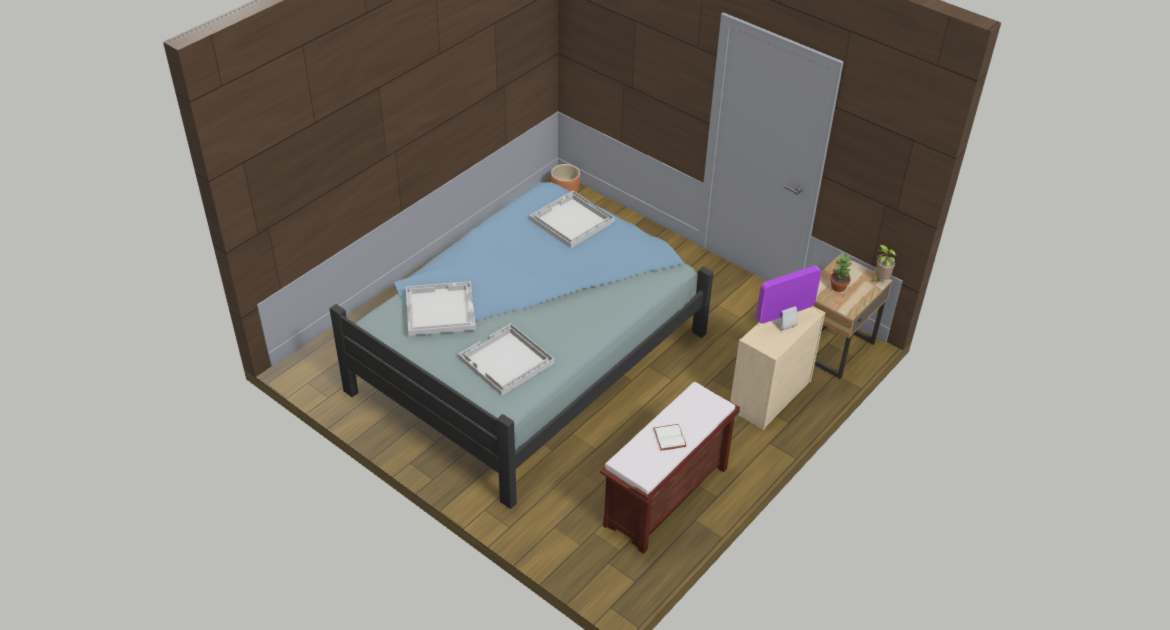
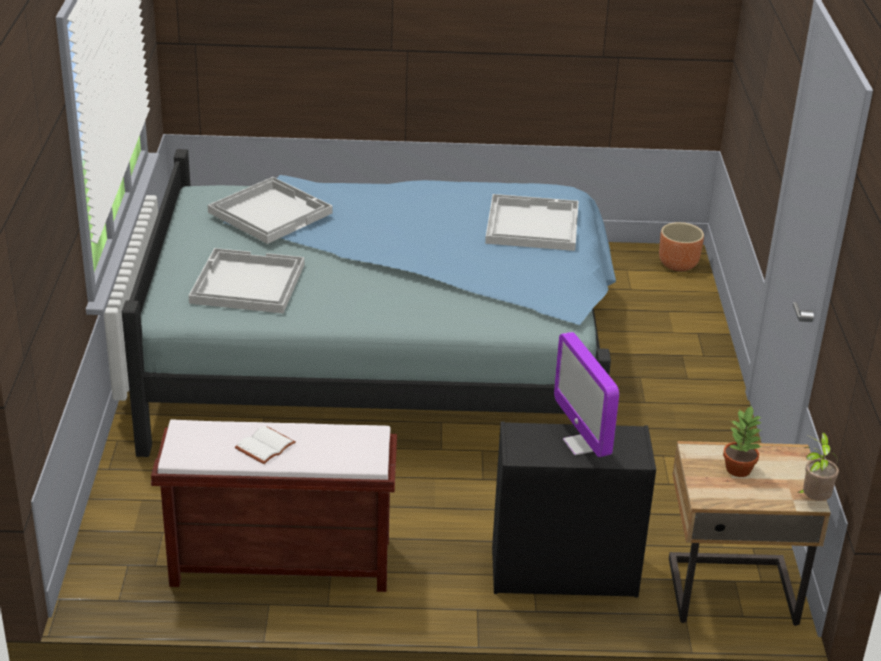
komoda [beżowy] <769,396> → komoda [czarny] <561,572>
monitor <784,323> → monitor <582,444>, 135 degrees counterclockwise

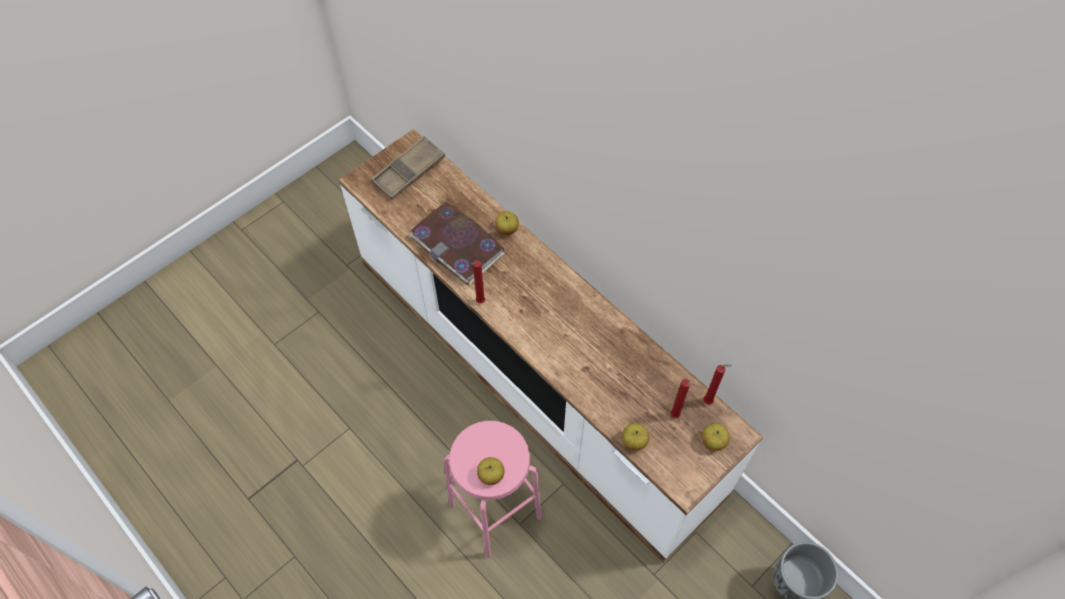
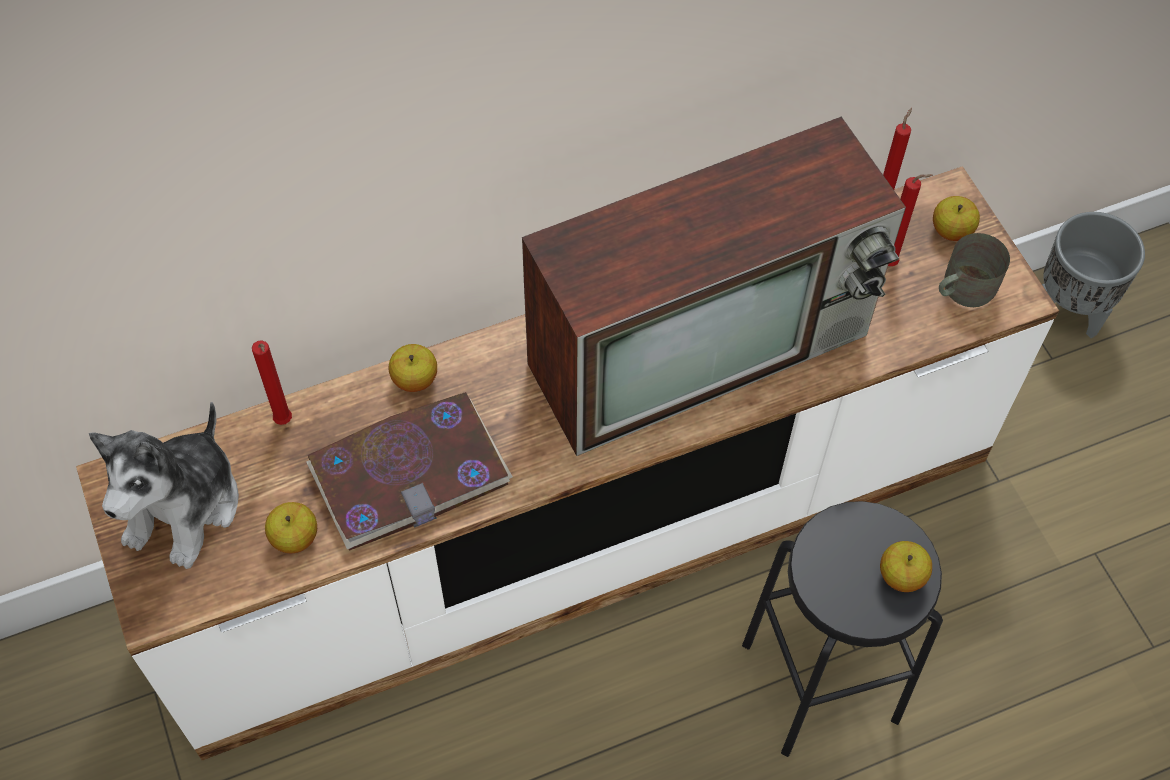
taca [brązowy] <409,172> → pluszak <185,507>
stołek [różowy] <495,511> → stołek [czarny] <821,681>
świeca [czerwony] <479,302> → świeca [czerwony] <284,423>, shifted
jabłko <634,441> → jabłko <294,537>, shifted
- → telewizor <703,345>
- → kubek [szary] <962,289>

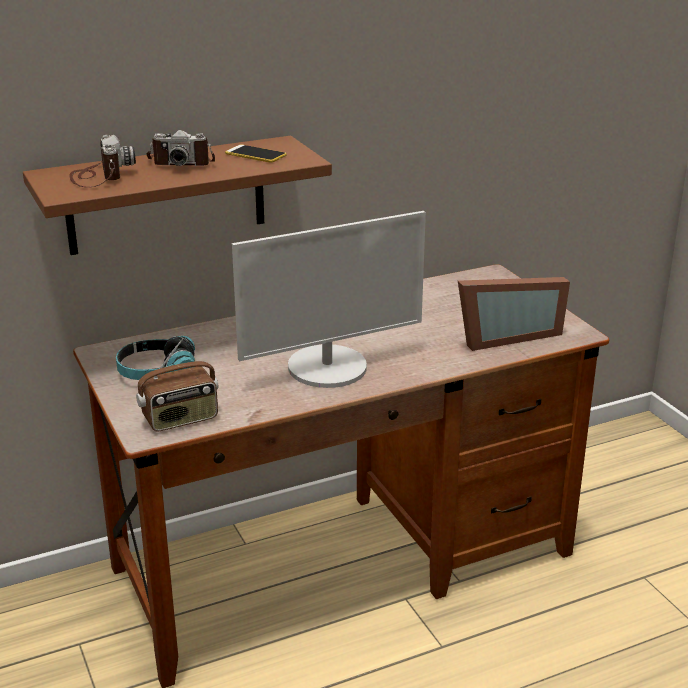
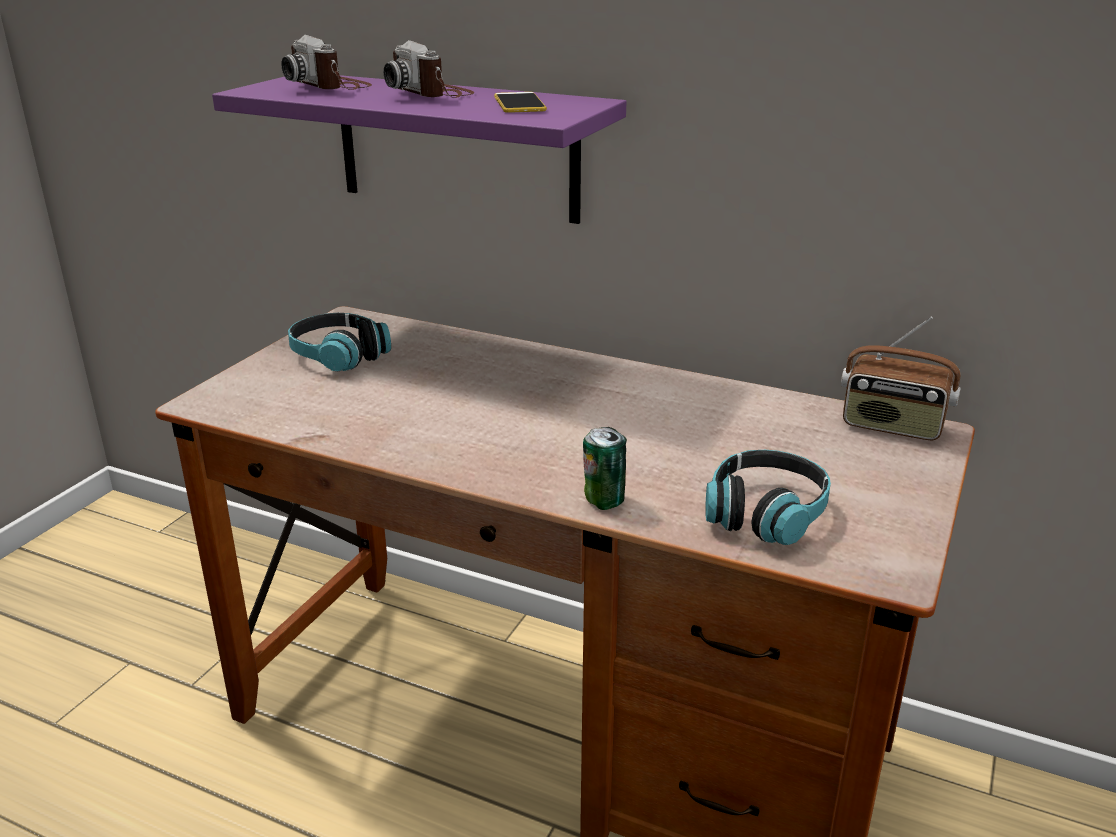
półka [brązowy] <166,195> → półka [fioletowy] <456,147>
aparat fotograficzny <99,176> → aparat fotograficzny <330,86>, 105 degrees clockwise
radio <180,419> → radio <892,426>, shifted
monitor <328,368> → -
ramka na zdjęcie <504,336> → słuchawki <765,513>
- → puszka <603,501>

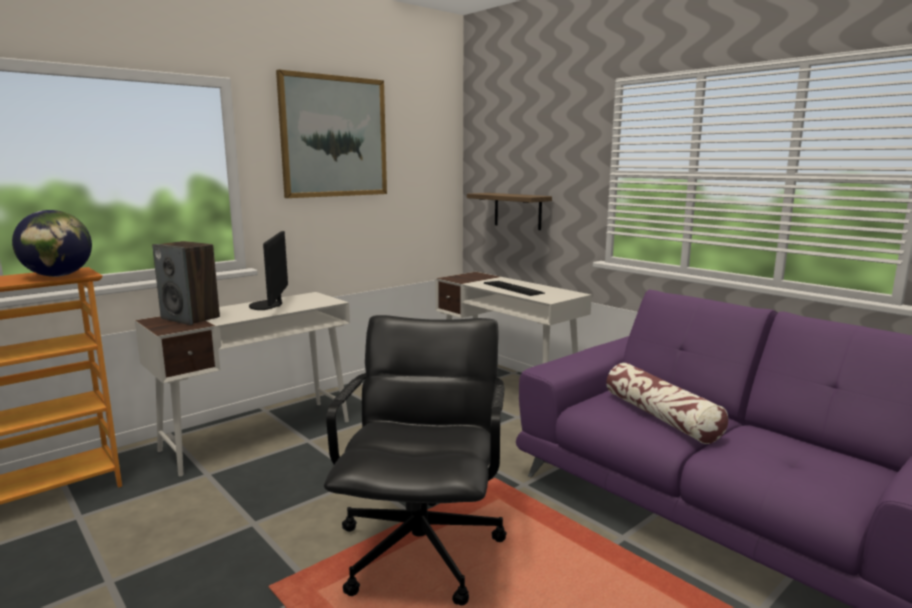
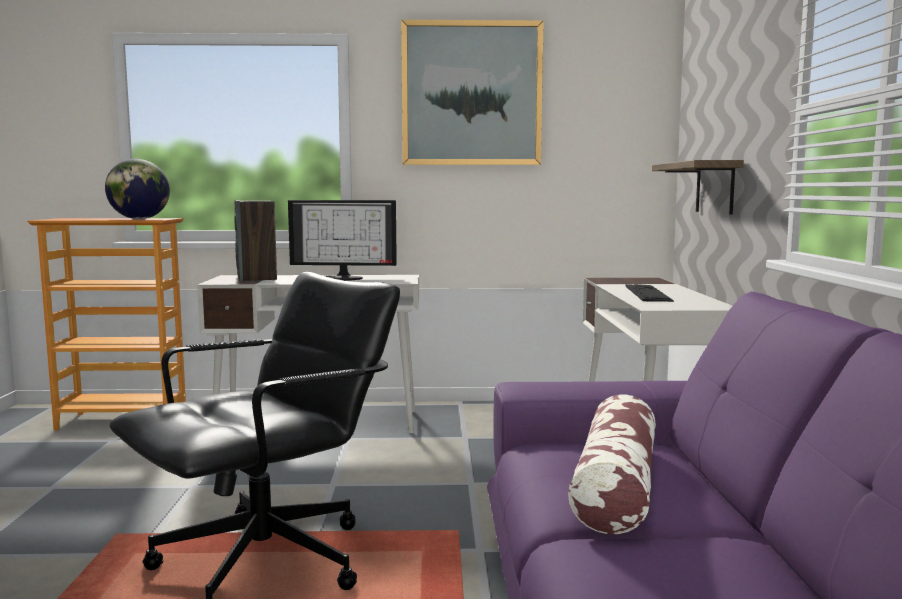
monitor <269,305> → monitor <342,278>, 120 degrees counterclockwise

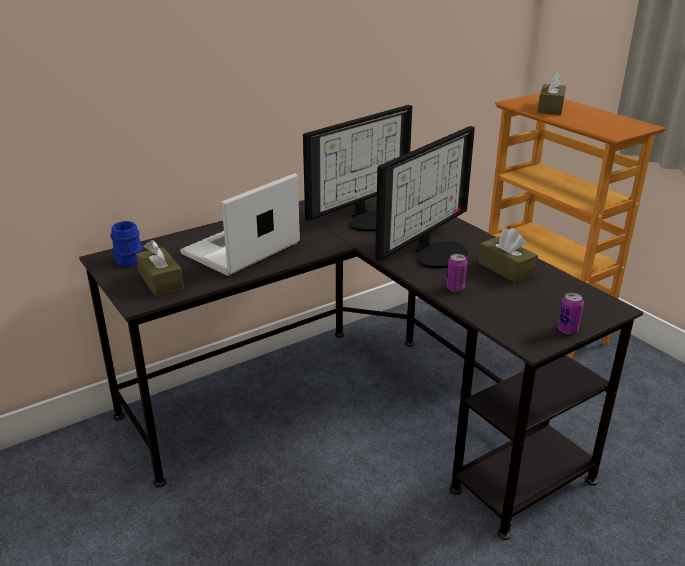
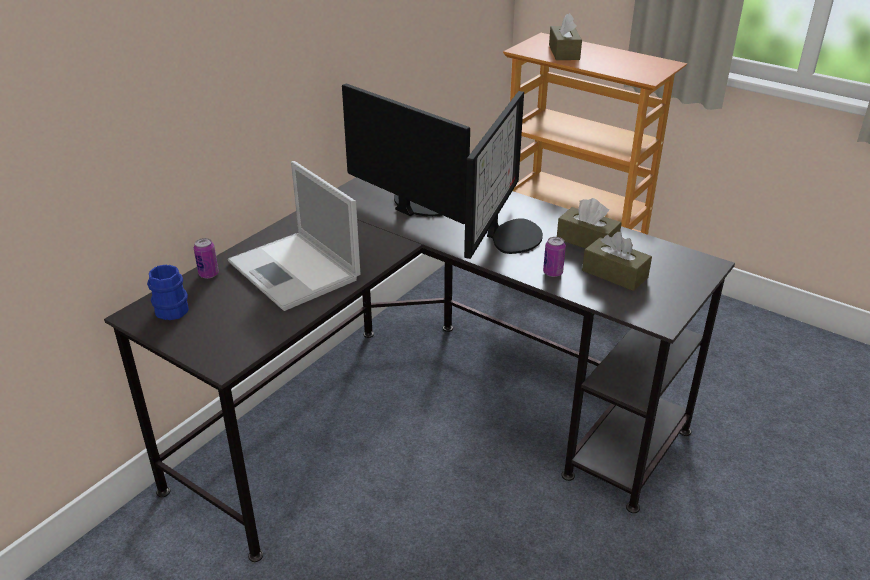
pudełko chusteczek [brązowy] <161,281> → pudełko chusteczek [brązowy] <614,274>, shifted
laptop <239,250> → laptop <295,271>, 60 degrees counterclockwise
monitor <370,219> → monitor <415,206>, 75 degrees counterclockwise
puszka <567,330> → puszka <209,274>, shifted

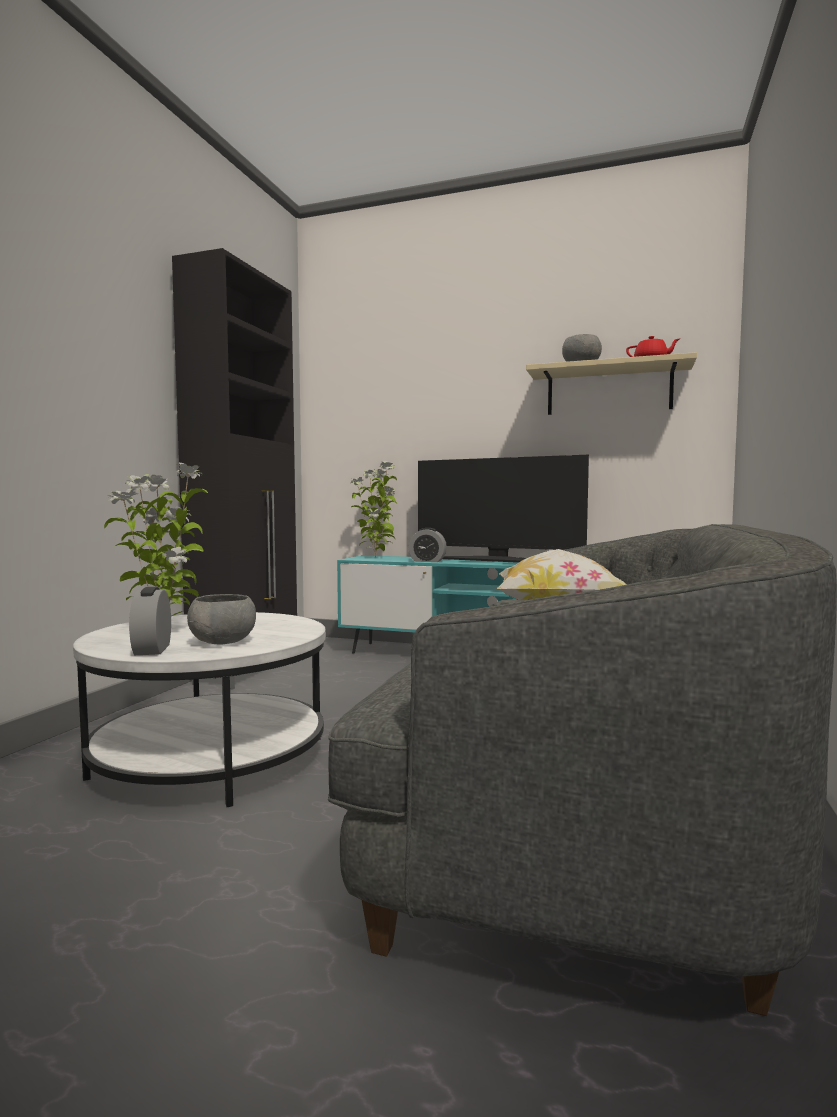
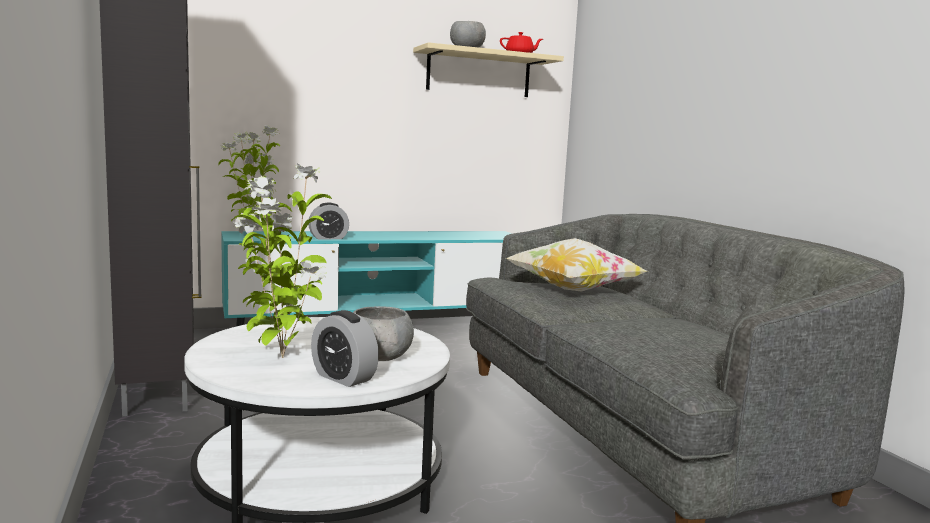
telewizor <499,561> → -

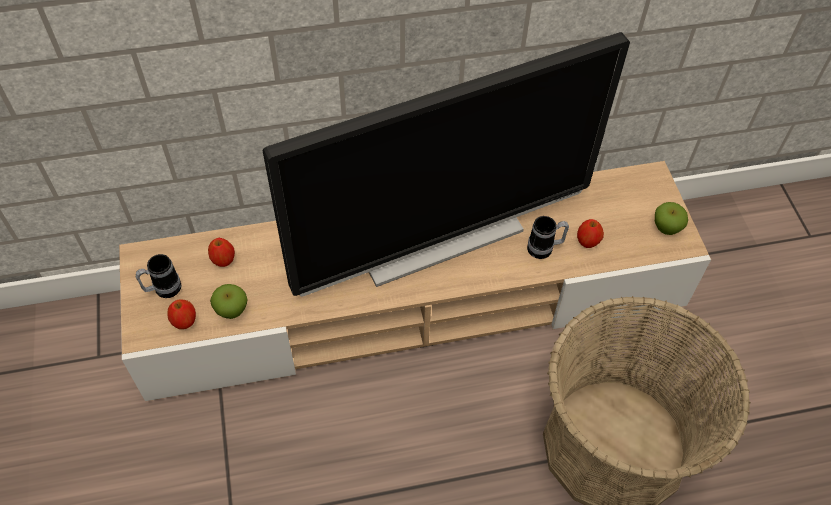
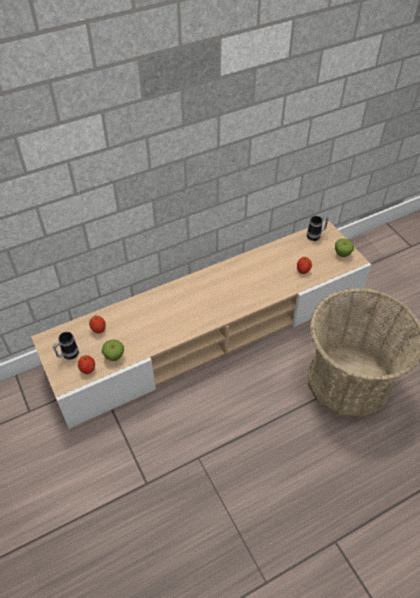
telewizor <440,239> → -
kubek <544,249> → kubek <316,236>, shifted

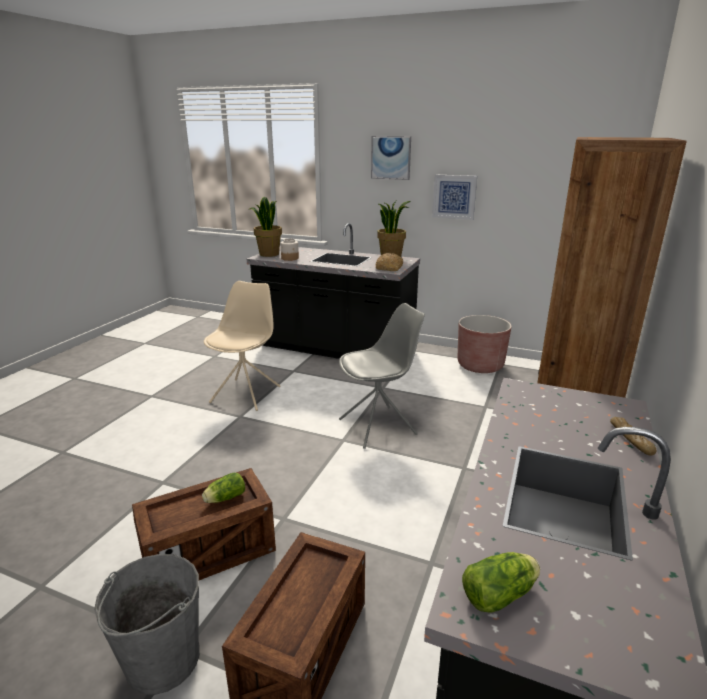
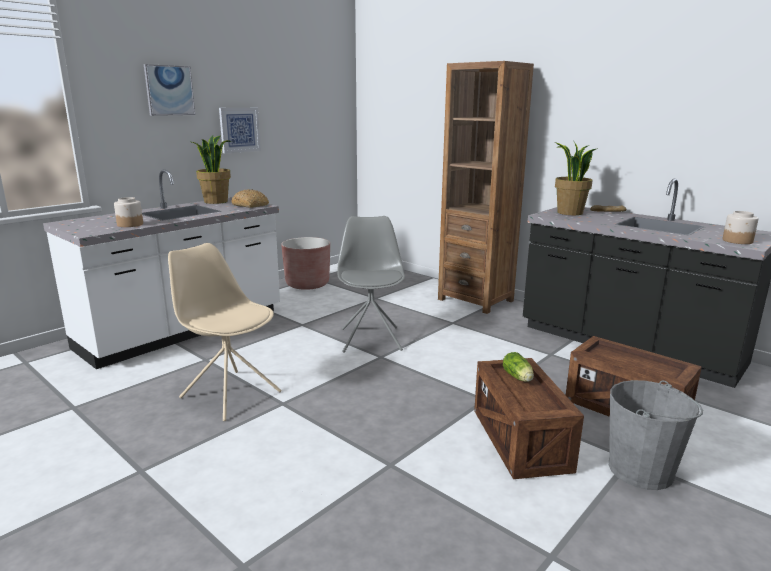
zabudowa kuchenna [czarny] <334,350> → zabudowa kuchenna [biały] <184,330>
roślina doniczkowa <269,254> → roślina doniczkowa <569,213>, shifted
sałata <501,594> → słoik <737,241>

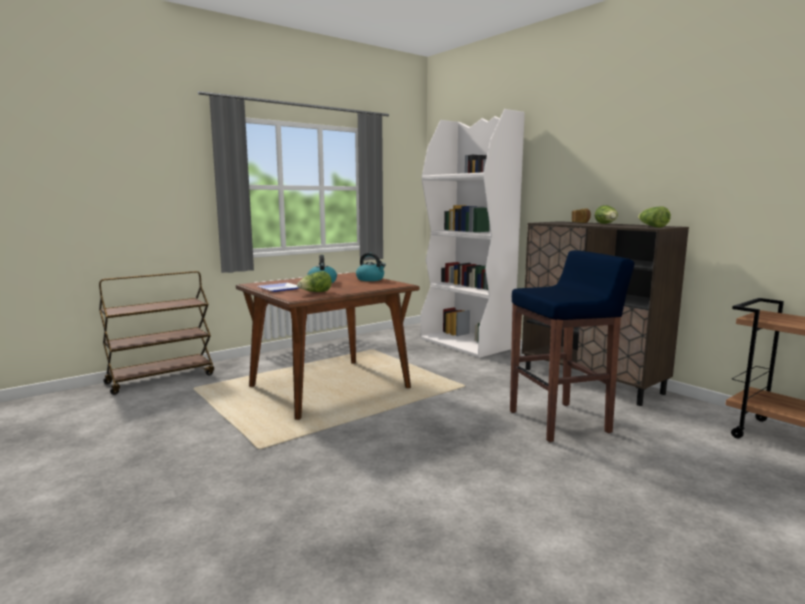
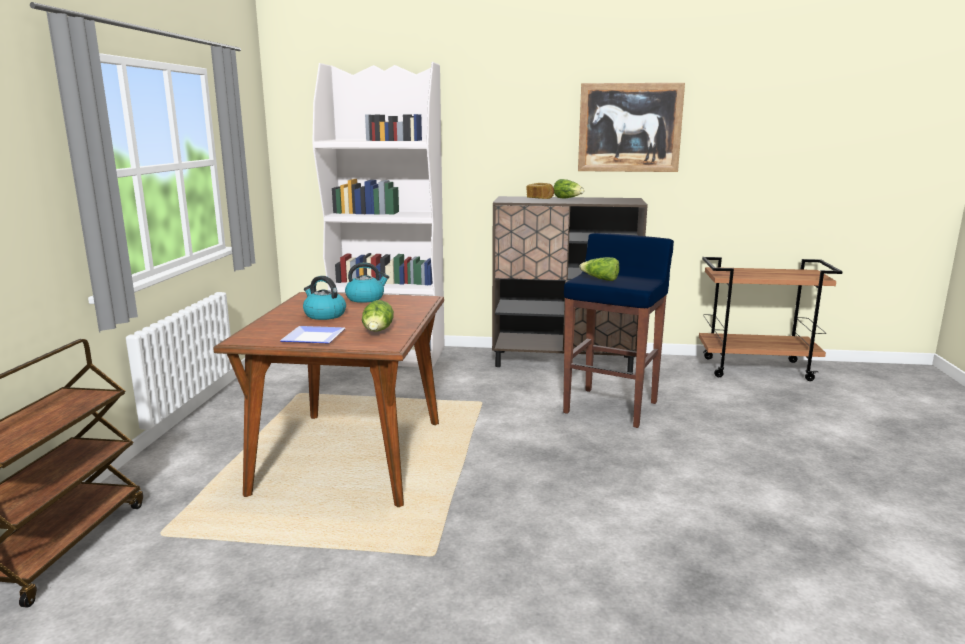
sałata <652,227> → sałata <600,279>, shifted
- → obraz <629,128>

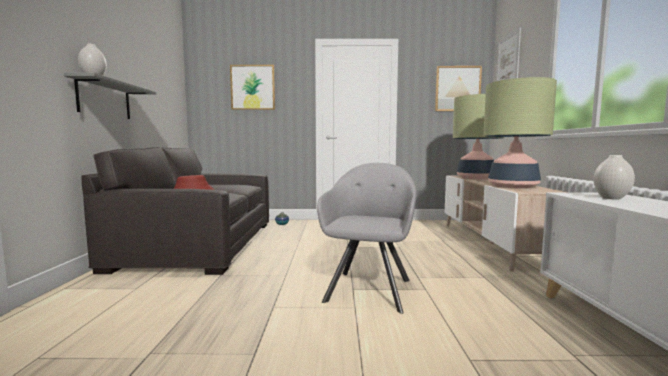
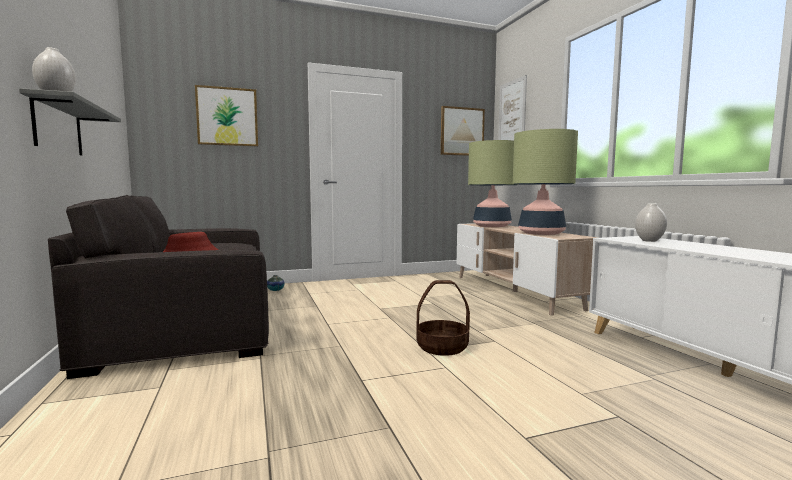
fotel [szary] <369,288> → koszyk <442,347>

